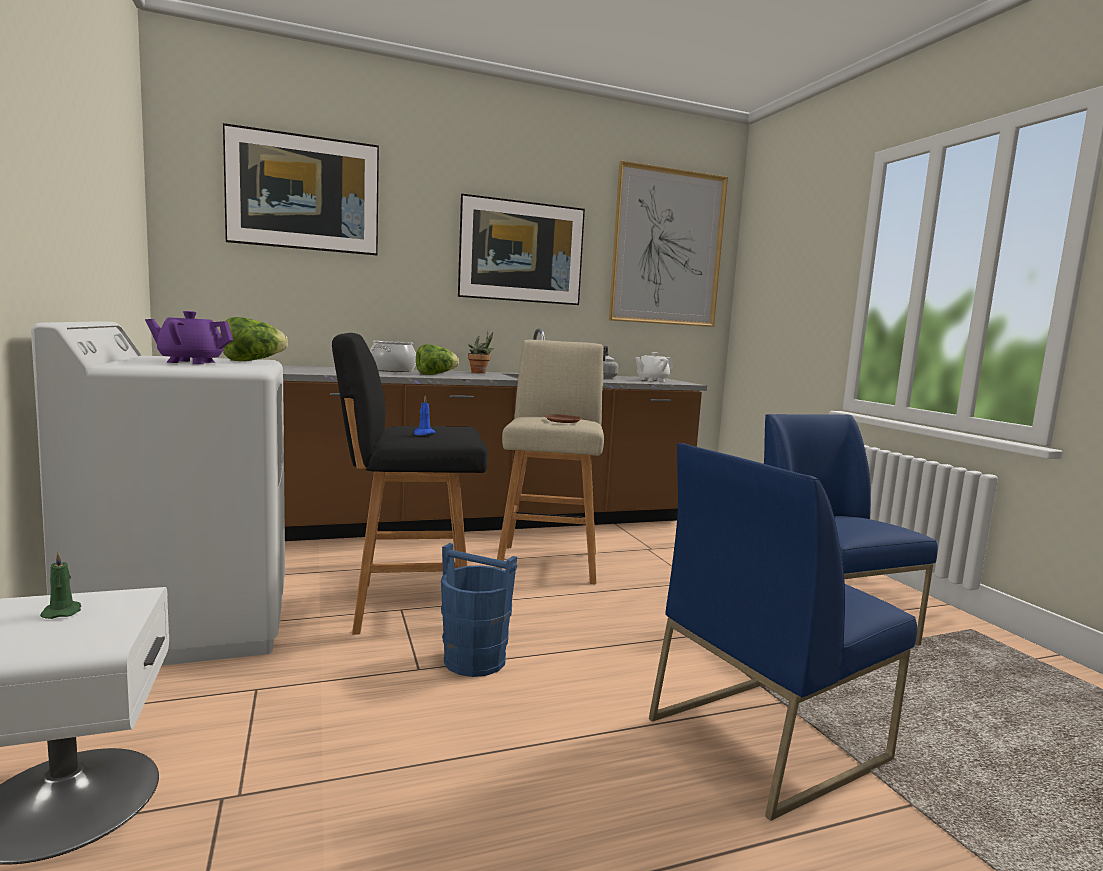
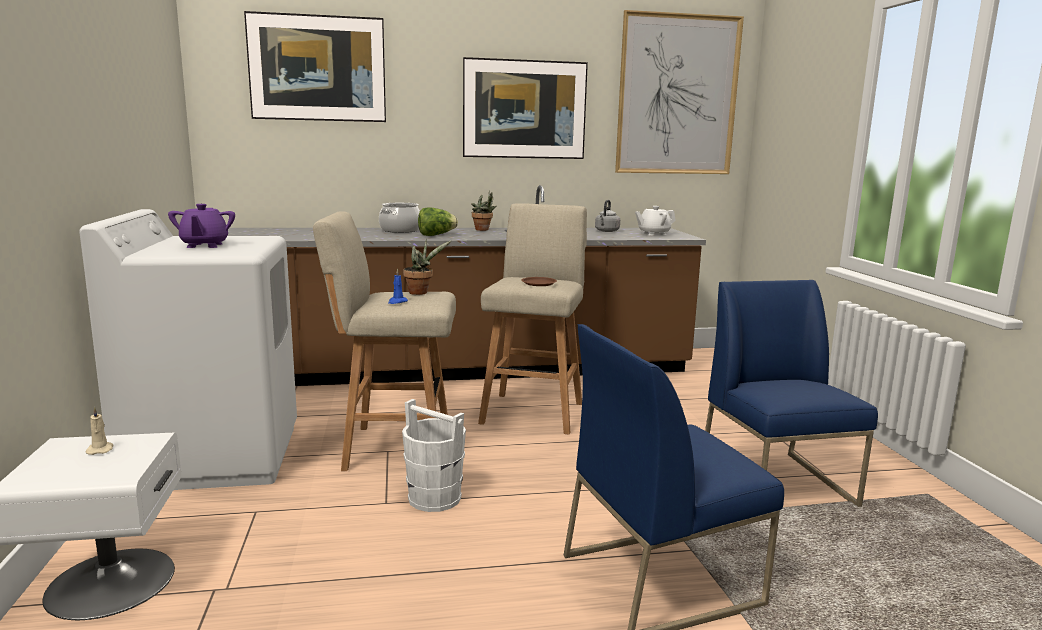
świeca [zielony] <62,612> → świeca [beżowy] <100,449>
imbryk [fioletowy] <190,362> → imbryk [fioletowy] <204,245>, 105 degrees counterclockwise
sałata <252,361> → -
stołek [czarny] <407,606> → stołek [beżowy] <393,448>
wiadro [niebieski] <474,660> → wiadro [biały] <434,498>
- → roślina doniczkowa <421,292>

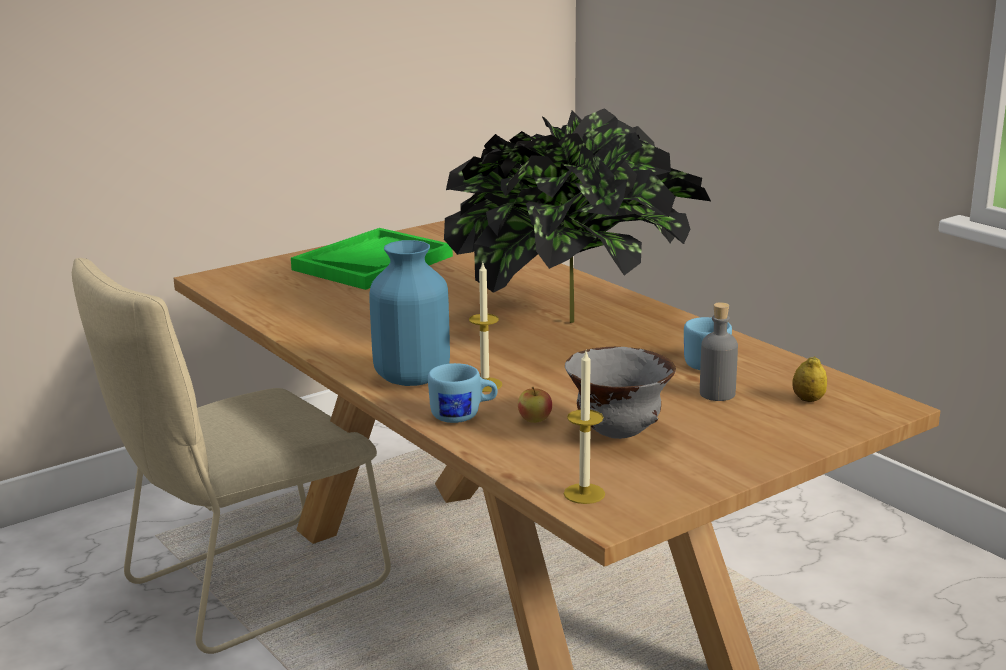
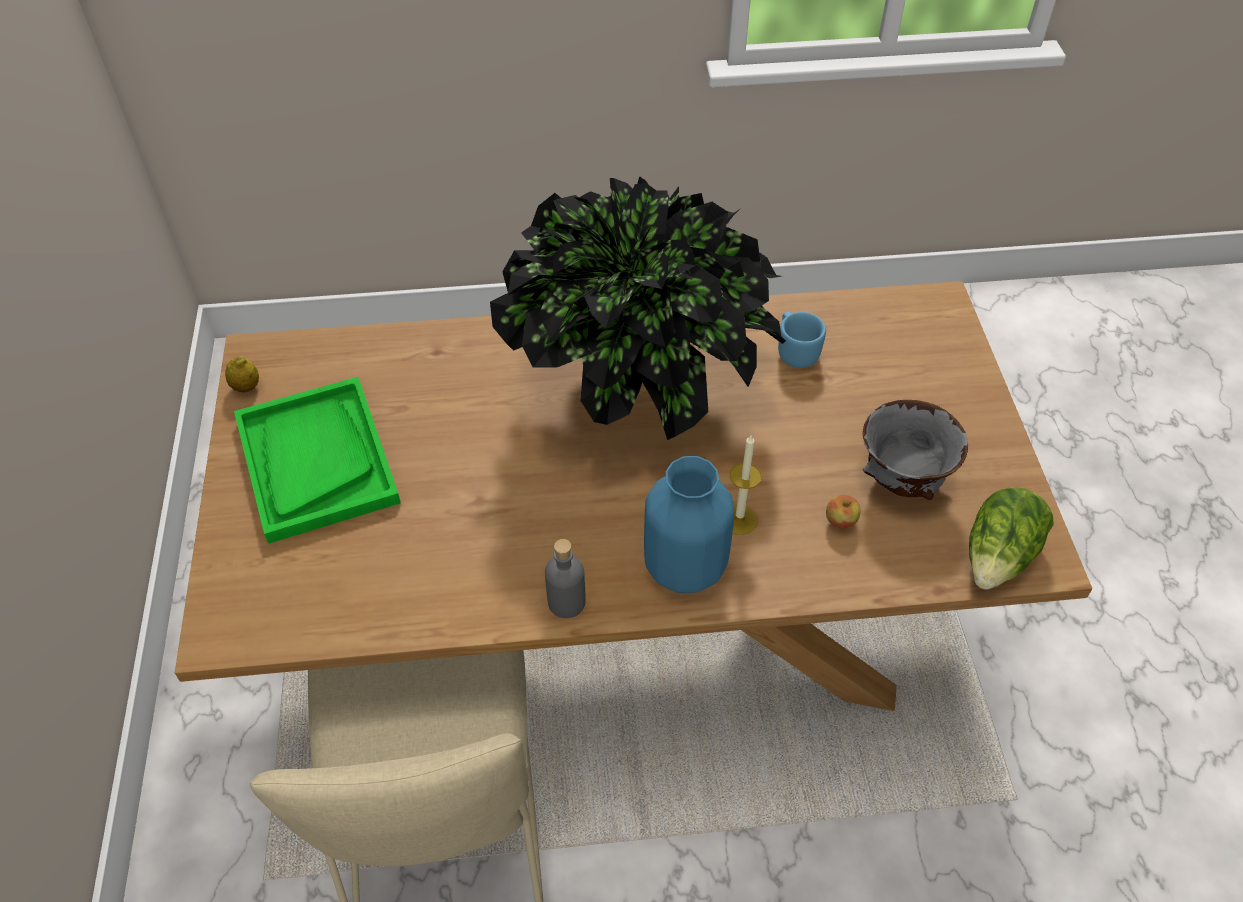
kubek [niebieski] <463,416> → -
świeca <584,494> → sałata <999,556>
butelka [szary] <717,394> → butelka [szary] <566,602>, shifted
cytryna <808,400> → cytryna <246,387>, shifted

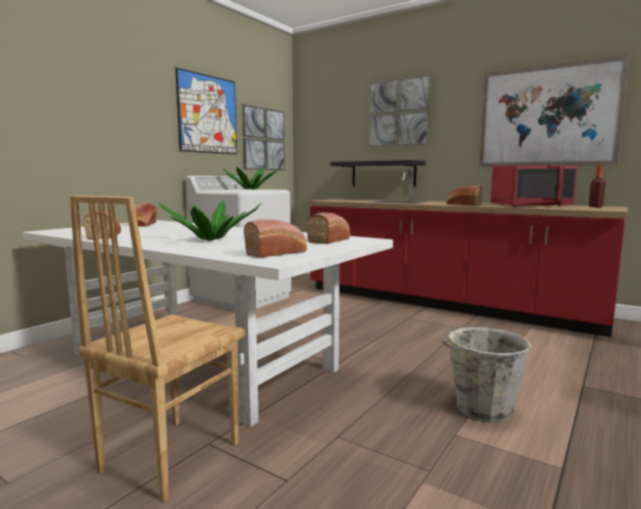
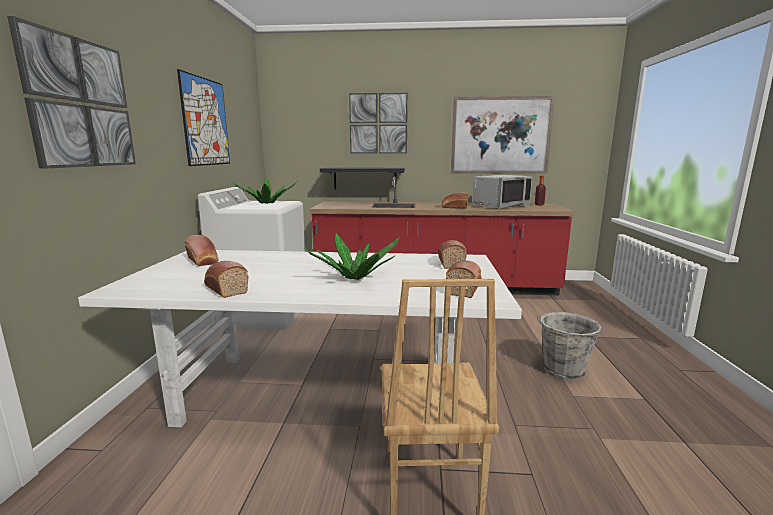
obraz <263,139> → obraz <80,103>, shifted
mikrofalówka [czerwony] <529,205> → mikrofalówka [szary] <500,206>

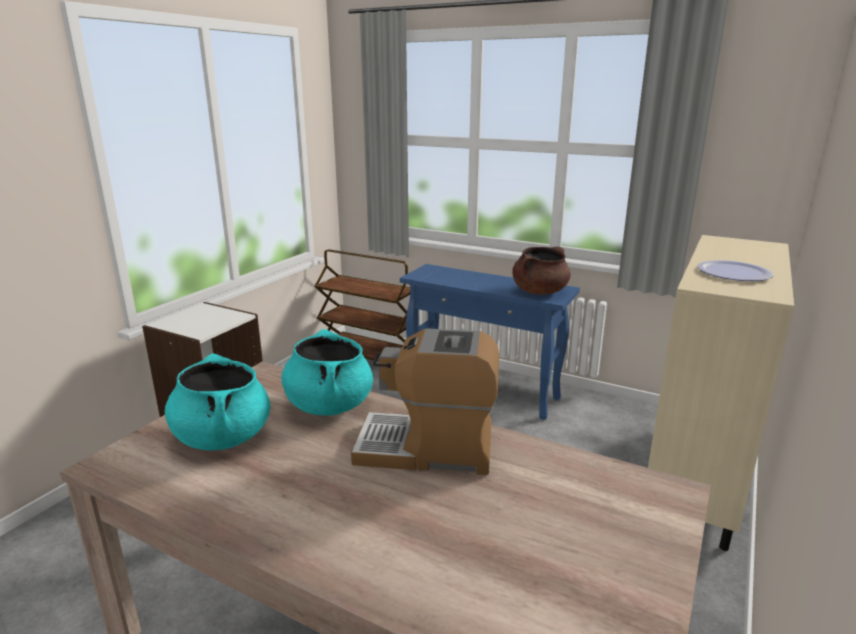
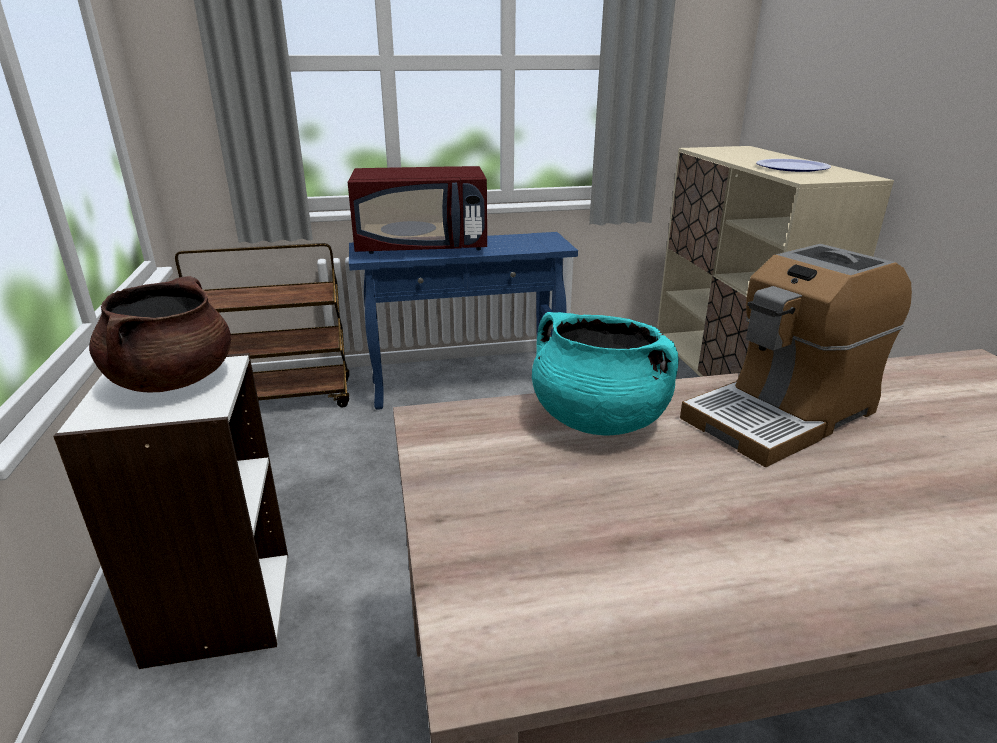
garnek [turkusowy] <222,437> → -
garnek [brązowy] <539,291> → garnek [brązowy] <173,380>, shifted
- → mikrofalówka [czerwony] <423,247>

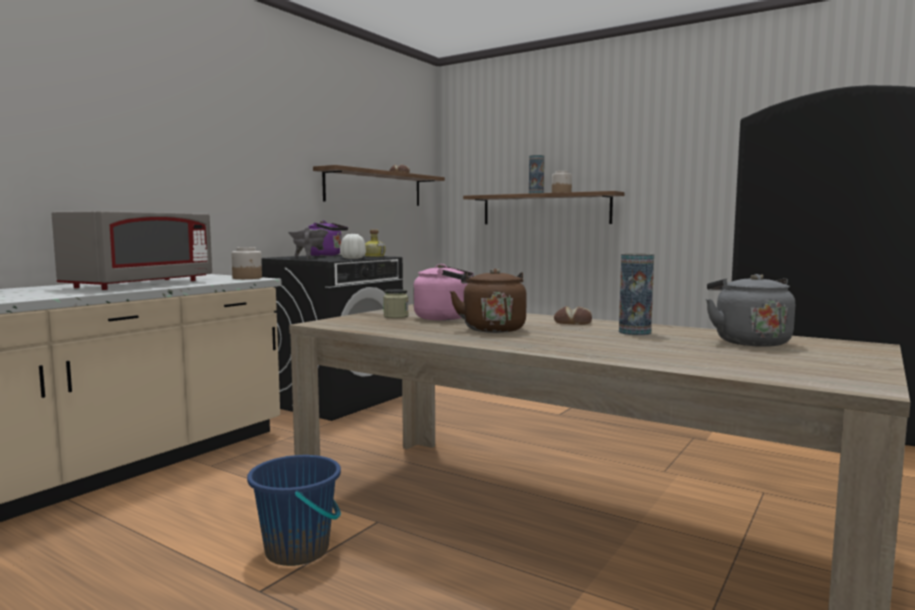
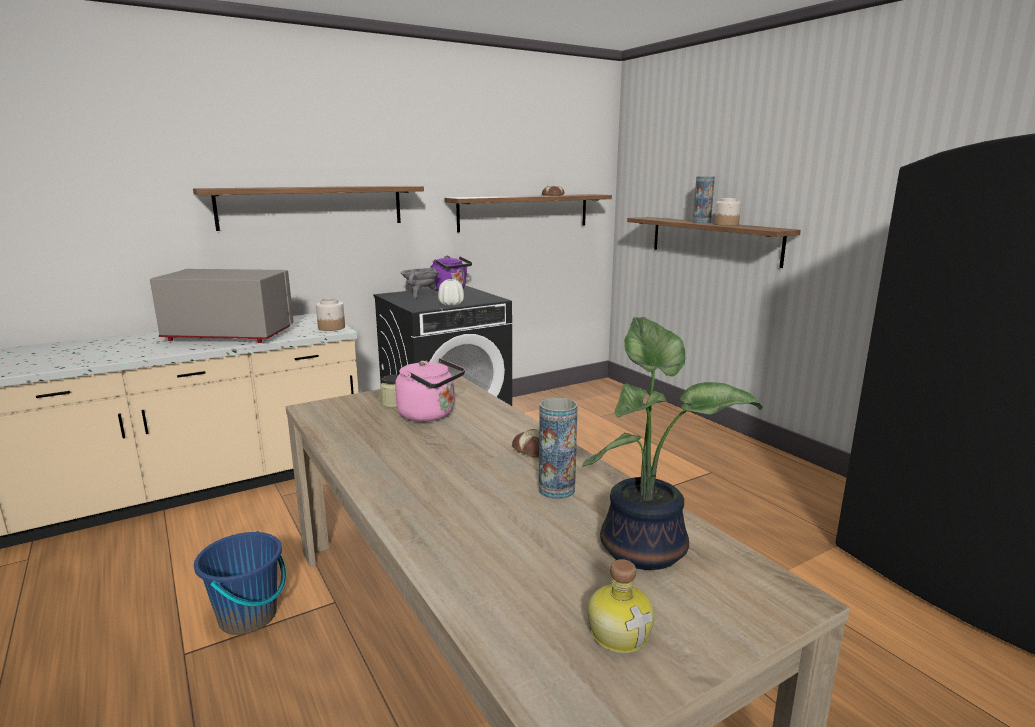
mikrofalówka [szary] <140,284> → mikrofalówka [szary] <229,335>, 135 degrees counterclockwise
butelka <374,256> → butelka <619,632>, shifted
czajnik [brązowy] <492,329> → -
czajnik [szary] <748,341> → roślina doniczkowa <646,546>
- → półka <312,206>

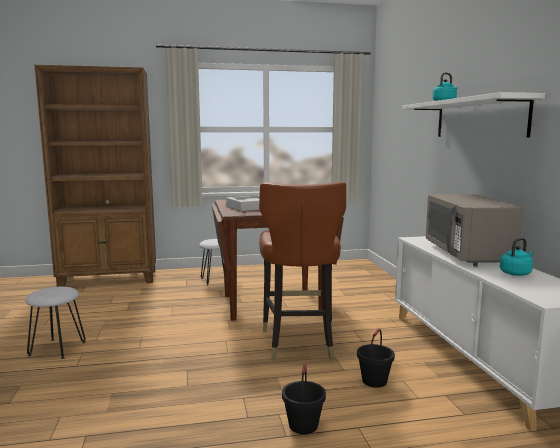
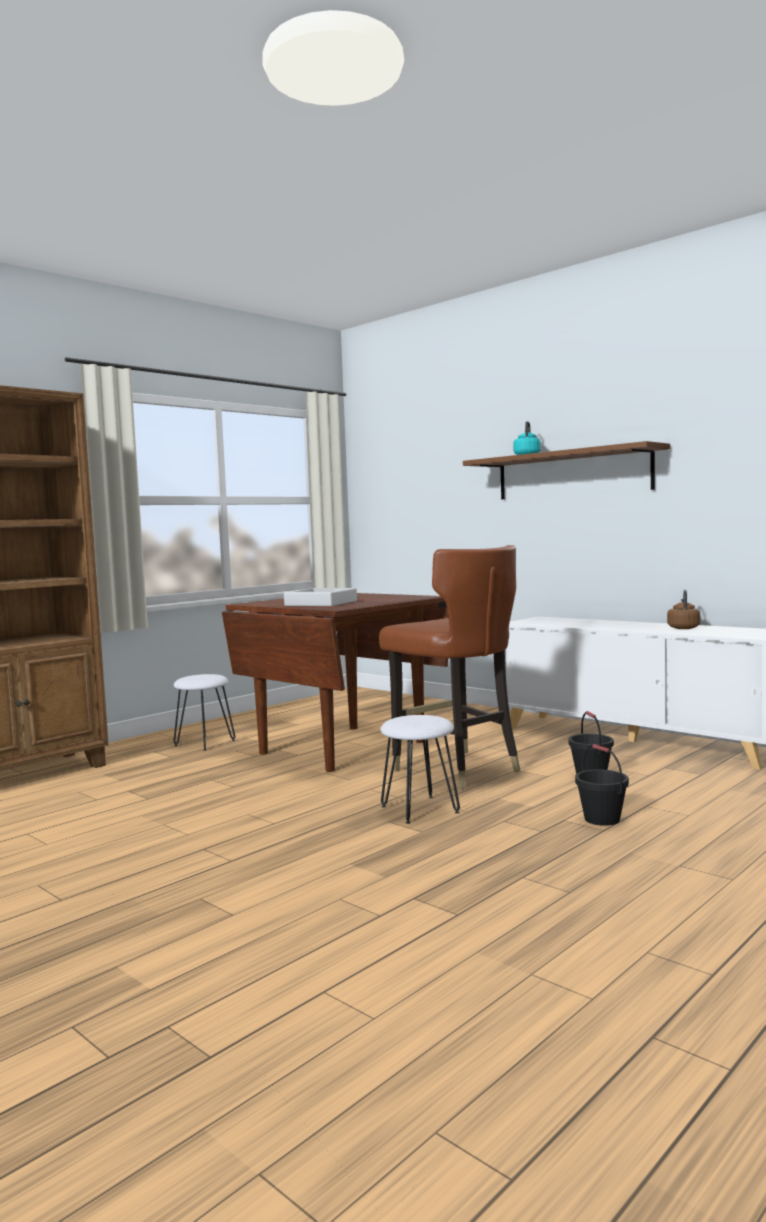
stołek [biały] <58,348> → stołek [biały] <420,809>, shifted
półka [biały] <479,118> → półka [brązowy] <572,474>
mikrofalówka [szary] <467,254> → -
czajnik [turkusowy] <516,273> → czajnik [brązowy] <683,628>

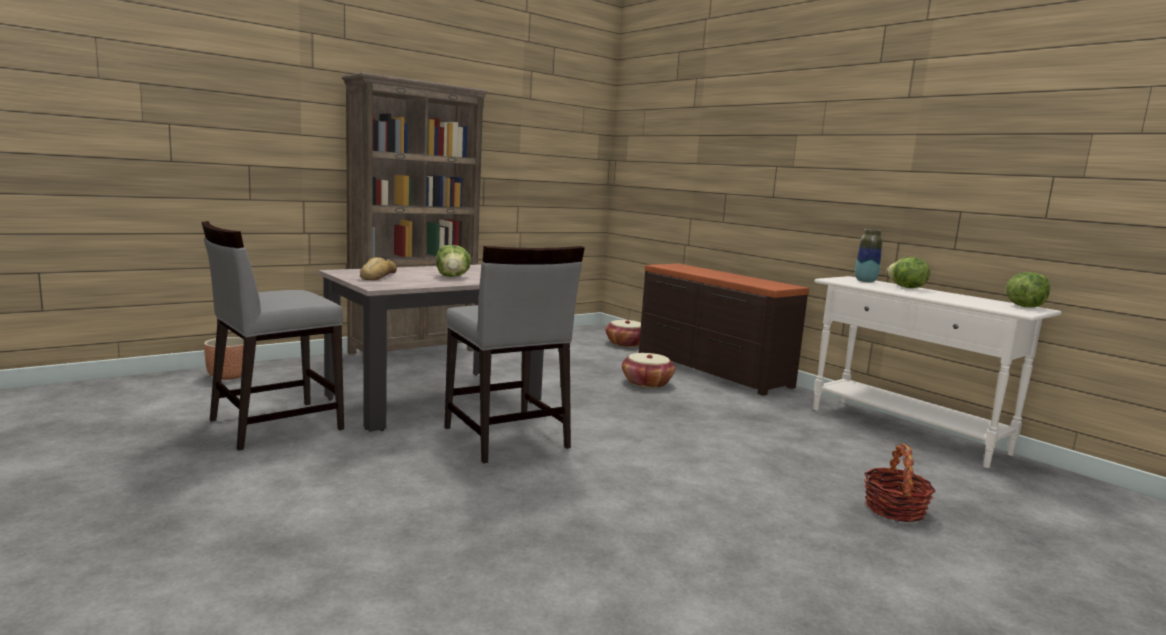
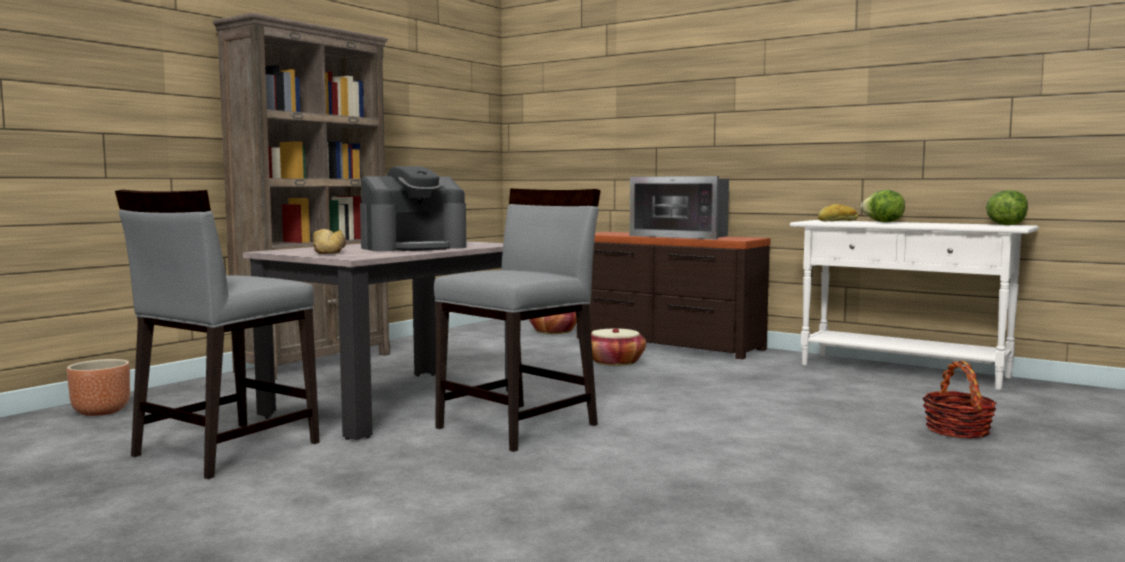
sałata <452,277> → ekspres do kawy <414,247>
krzesło [szary] <505,438> → krzesło [szary] <519,426>, 90 degrees counterclockwise
wazon <865,281> → chleb <838,221>
- → mikrofalówka <683,236>

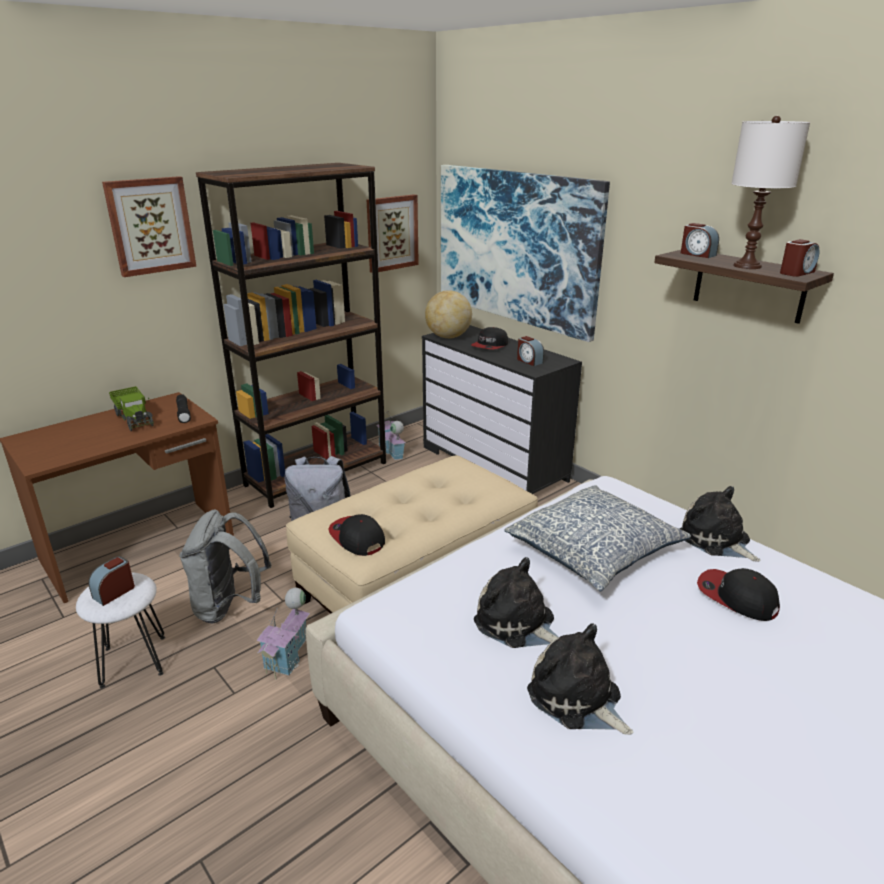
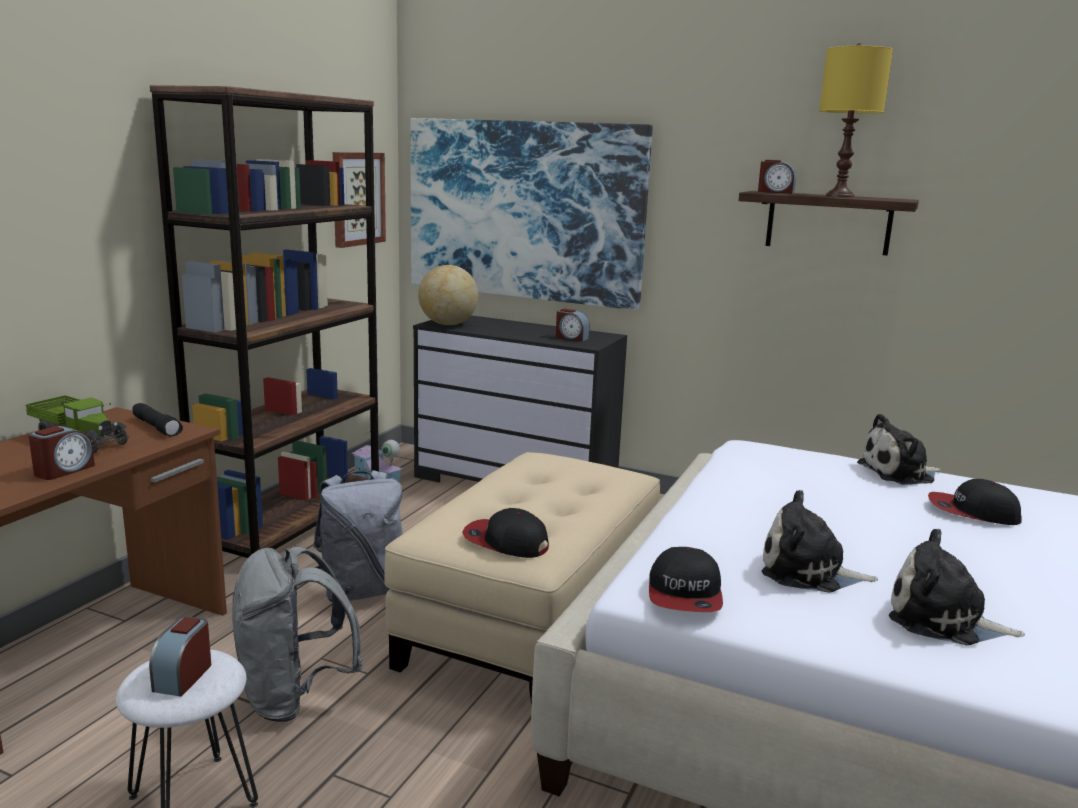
obraz <150,226> → -
domek <288,655> → -
czapka z daszkiem <490,346> → czapka z daszkiem <685,594>, shifted
poduszka <594,552> → -
pluszak <716,540> → pluszak <899,473>, 45 degrees counterclockwise
lampa stołowa [biały] <747,266> → lampa stołowa [żółty] <839,196>
budzik <796,273> → budzik <63,470>, shifted

